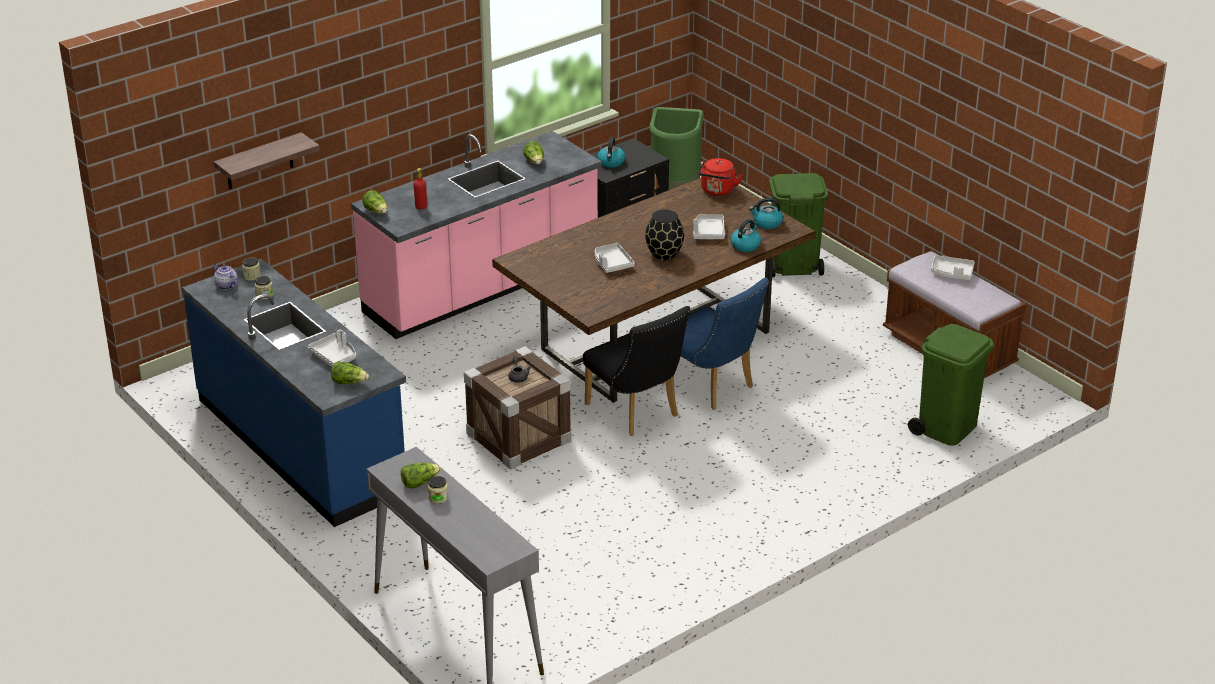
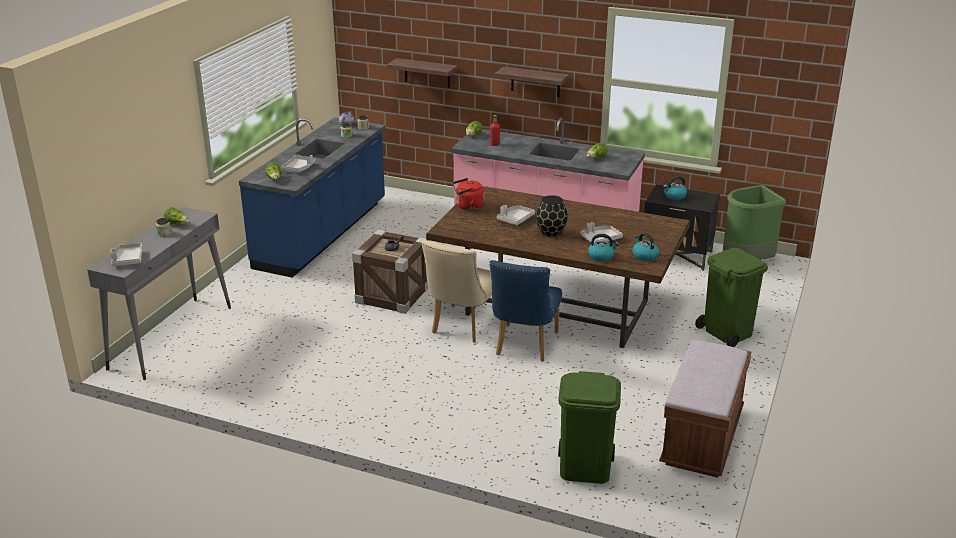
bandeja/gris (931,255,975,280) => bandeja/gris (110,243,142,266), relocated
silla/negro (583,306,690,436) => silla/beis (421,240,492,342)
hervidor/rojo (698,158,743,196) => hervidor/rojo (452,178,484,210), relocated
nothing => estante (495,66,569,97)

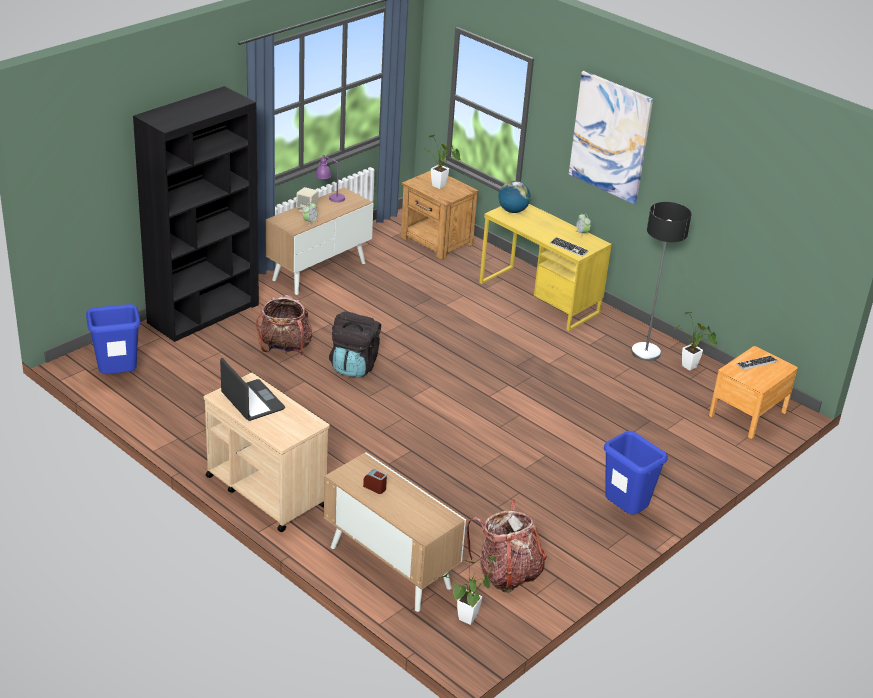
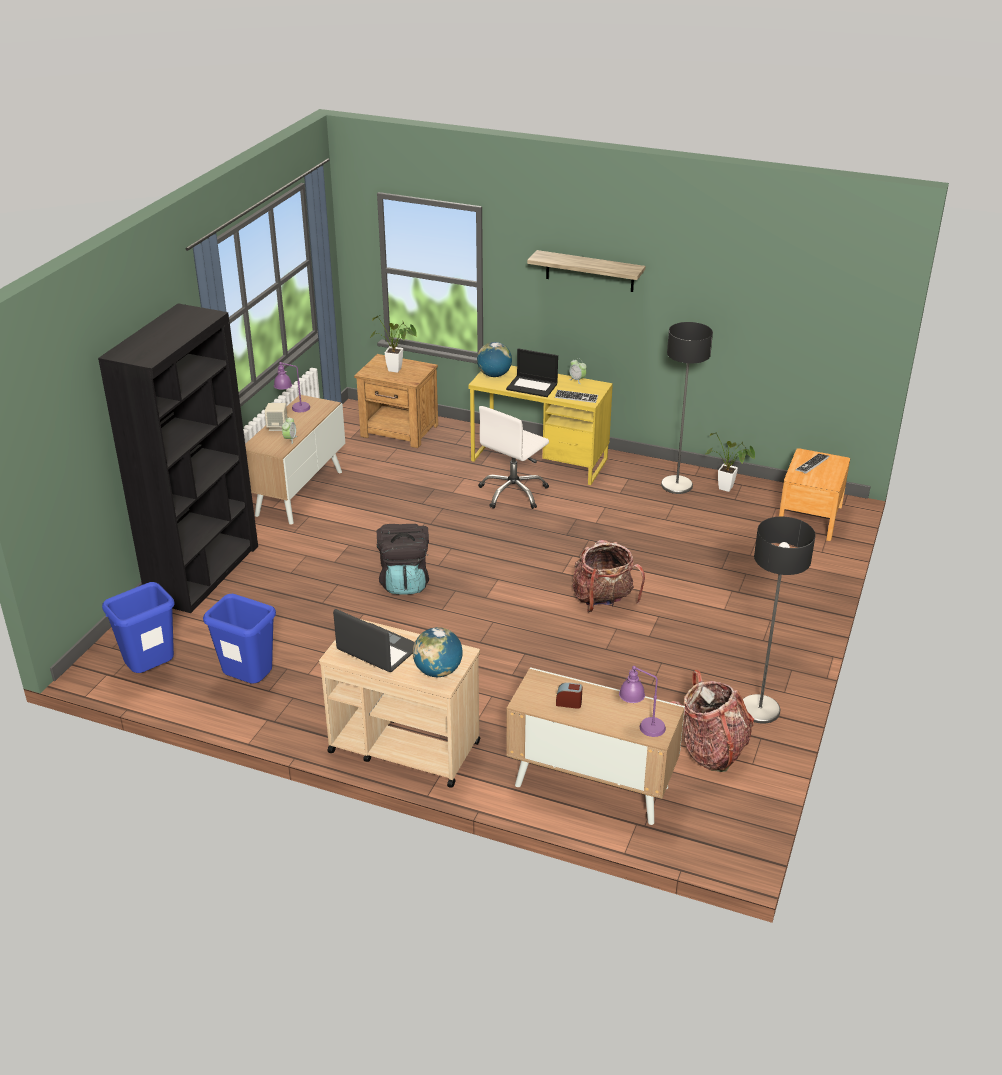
papelera/azul (604,431,668,515) => papelera/azul (203,594,276,684), relocated
nothing => globo terráqueo (413,627,463,677)
nothing => silla de oficina/blanco (478,406,549,509)
nothing => portátil (506,348,558,397)
cuadro (569,71,653,204) => estante (527,250,645,292)
mochila (256,295,312,355) => mochila (573,540,645,612), relocated
nothing => lámpara de mesa/morado (619,666,666,737)
nothing => lámpara de pie (743,517,815,724)
planta en maceta (437,556,496,625) => nothing

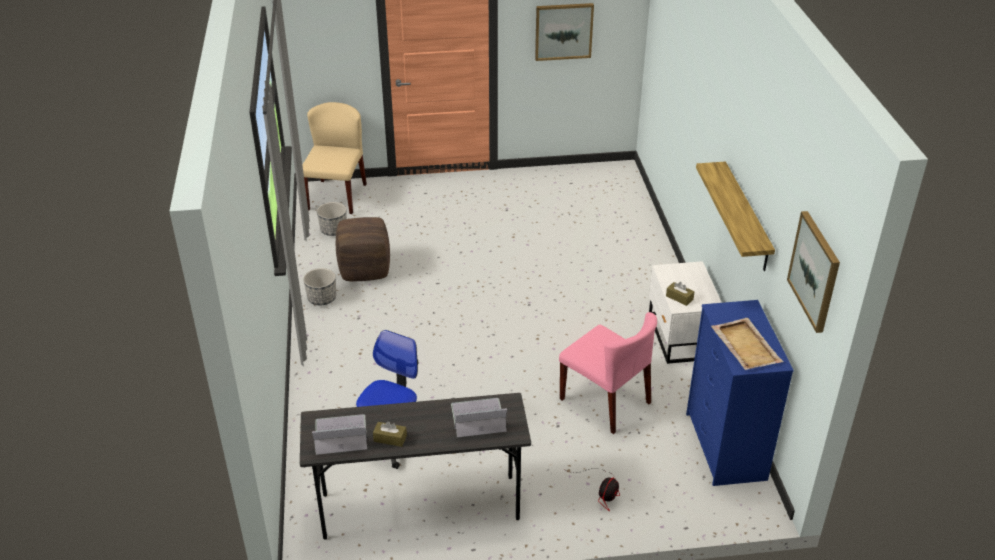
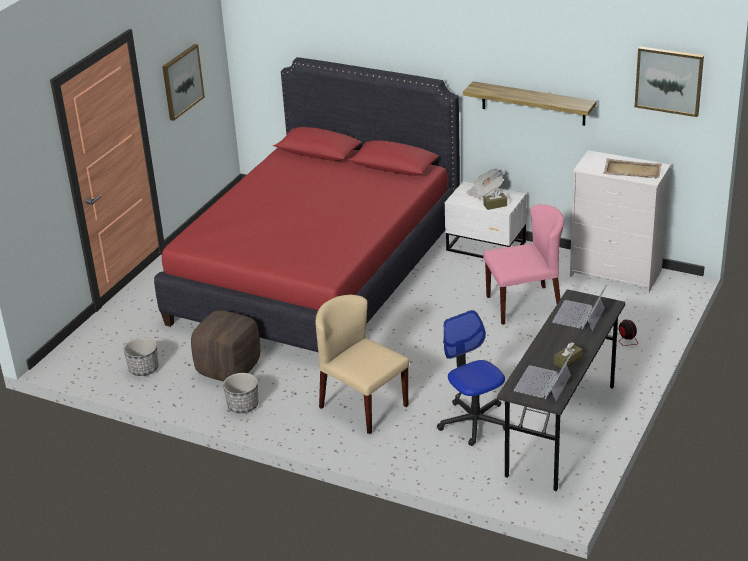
nothing => cama/rojo (154,57,460,352)
silla/beis (302,102,367,214) => silla/beis (316,295,409,434), relocated
nothing => periódico (466,169,504,199)
cómoda/azul (686,300,794,486) => cómoda/blanco (570,150,671,293)

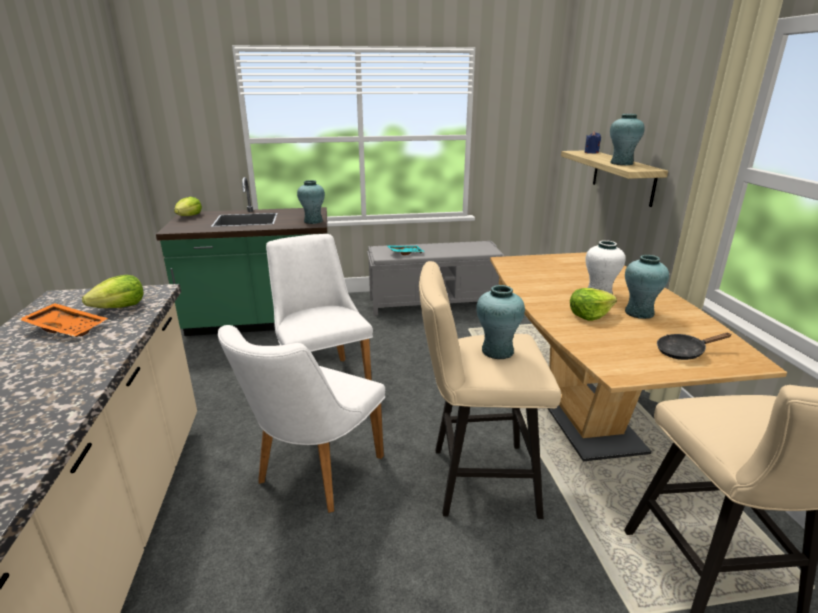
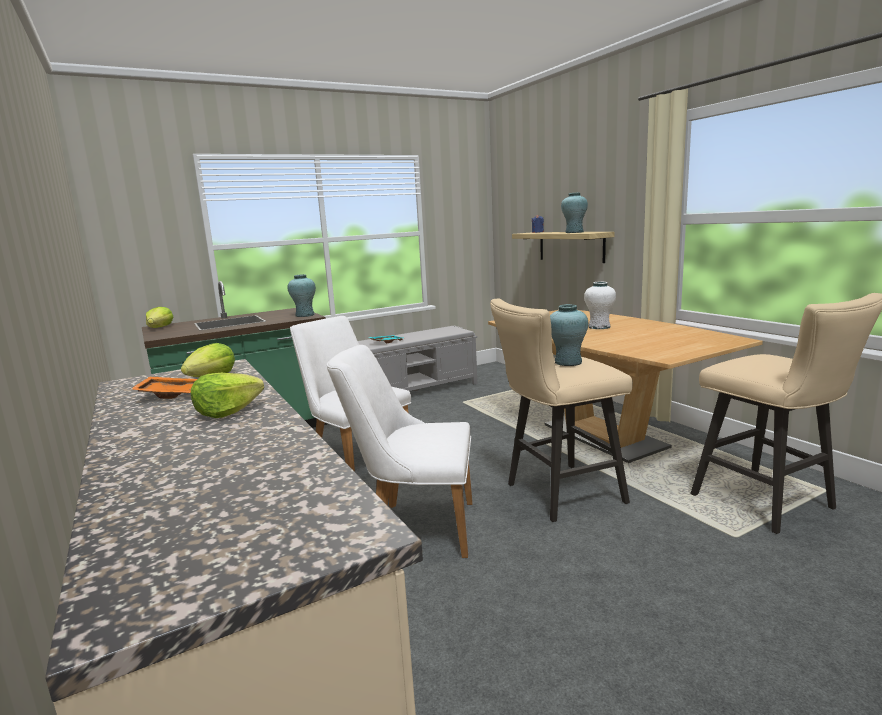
lechuga (570,288,617,321) => lechuga (191,373,264,418), relocated
silla/blanco (218,325,385,513) => silla/blanco (327,345,473,558), 90 degrees clockwise
florero/turquesa (625,255,669,319) => nothing
sartén/negro (657,333,732,360) => nothing

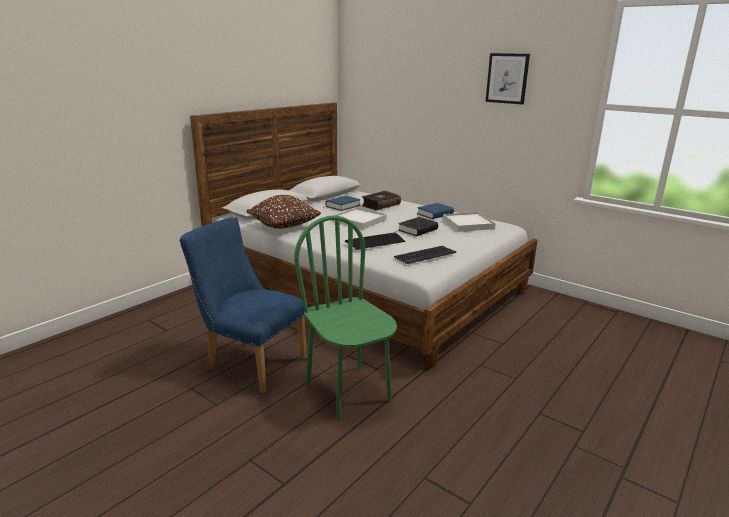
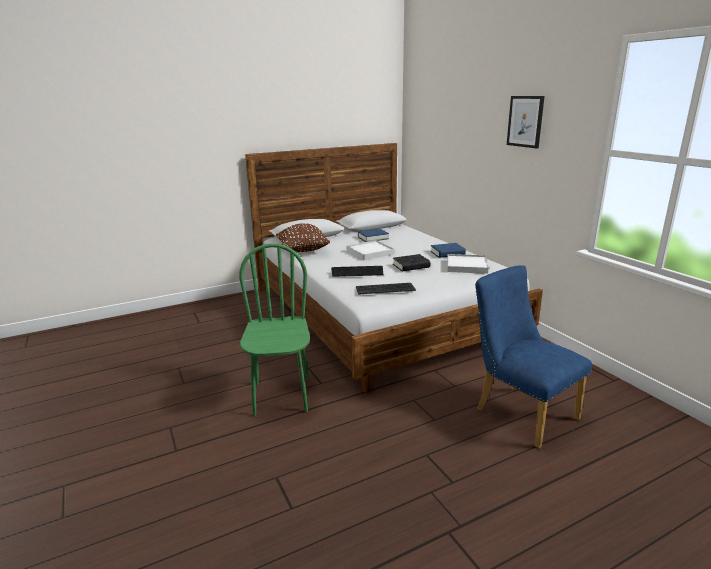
silla/azul (179,217,307,394) => silla/azul (475,265,592,448), relocated
libro (362,191,401,211) => nothing

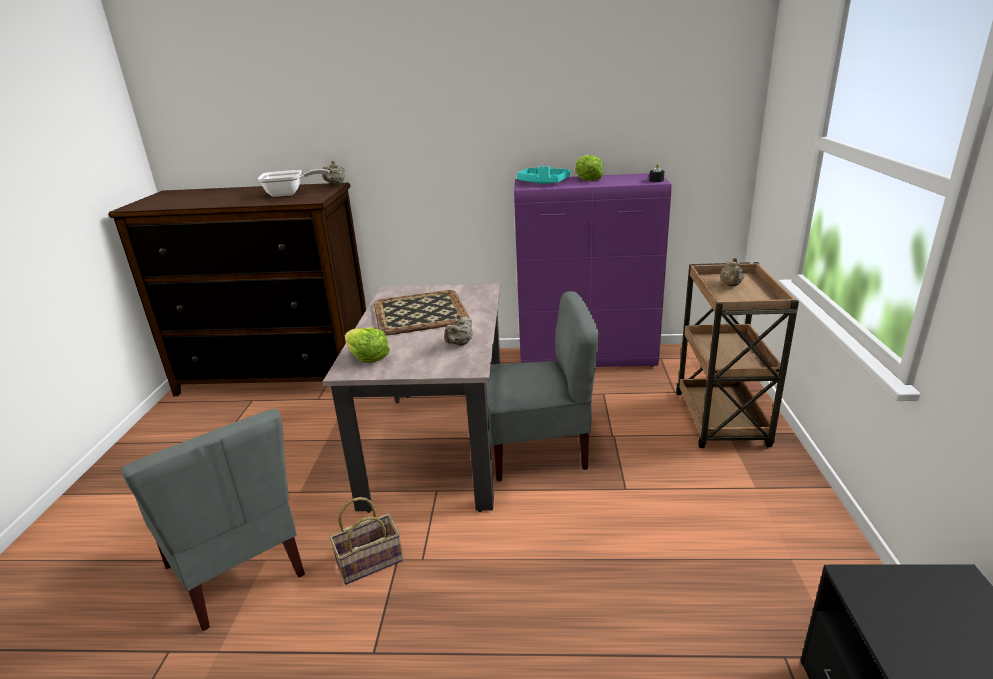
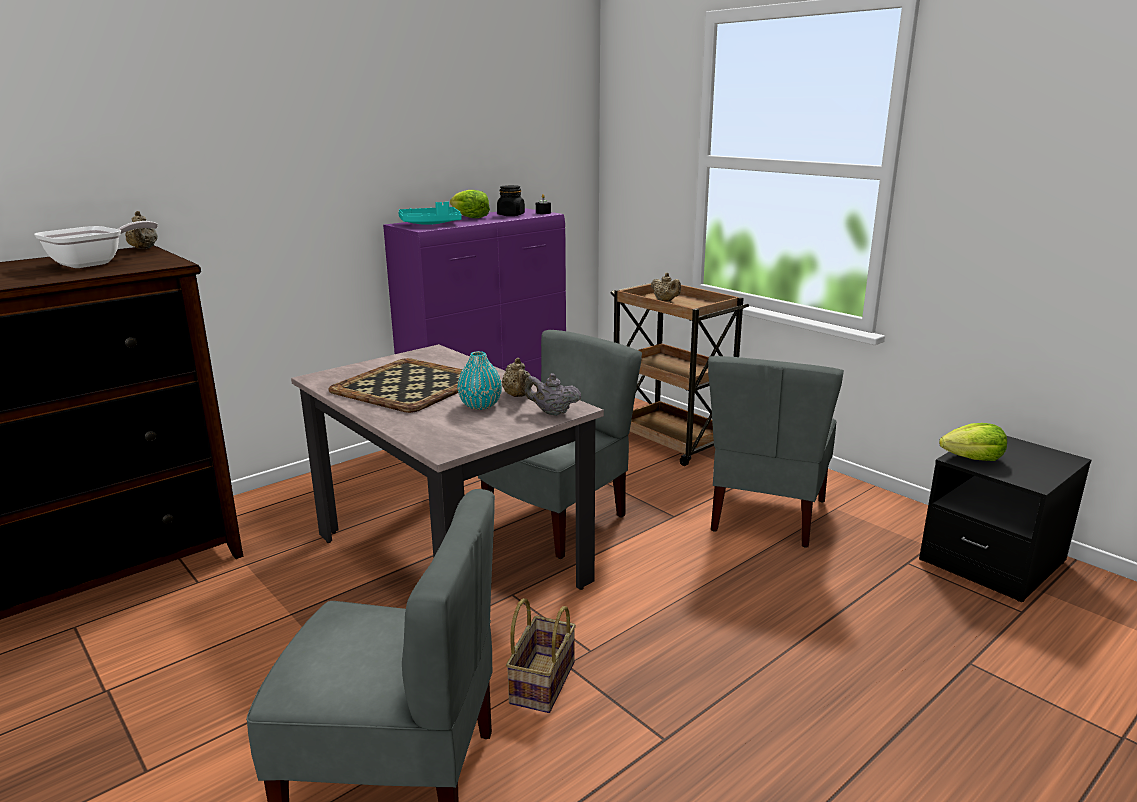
nothing => florero/turquesa (457,351,502,410)
nothing => tarro/negro (497,185,525,216)
nothing => tetera/gris (524,373,581,416)
nothing => silla/gris (708,356,844,548)
lechuga (345,327,390,363) => lechuga (939,423,1007,461), relocated

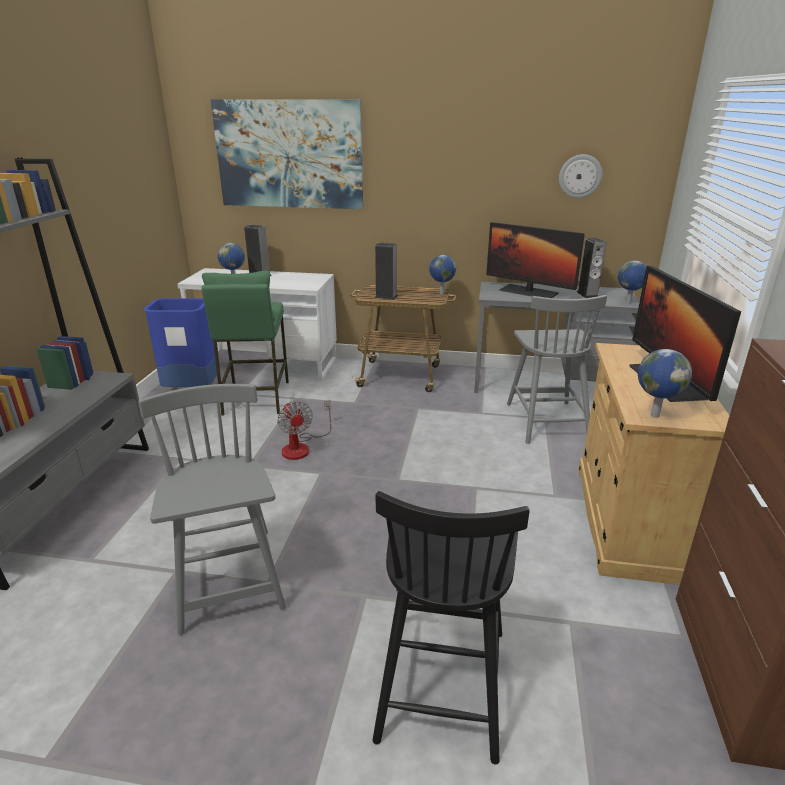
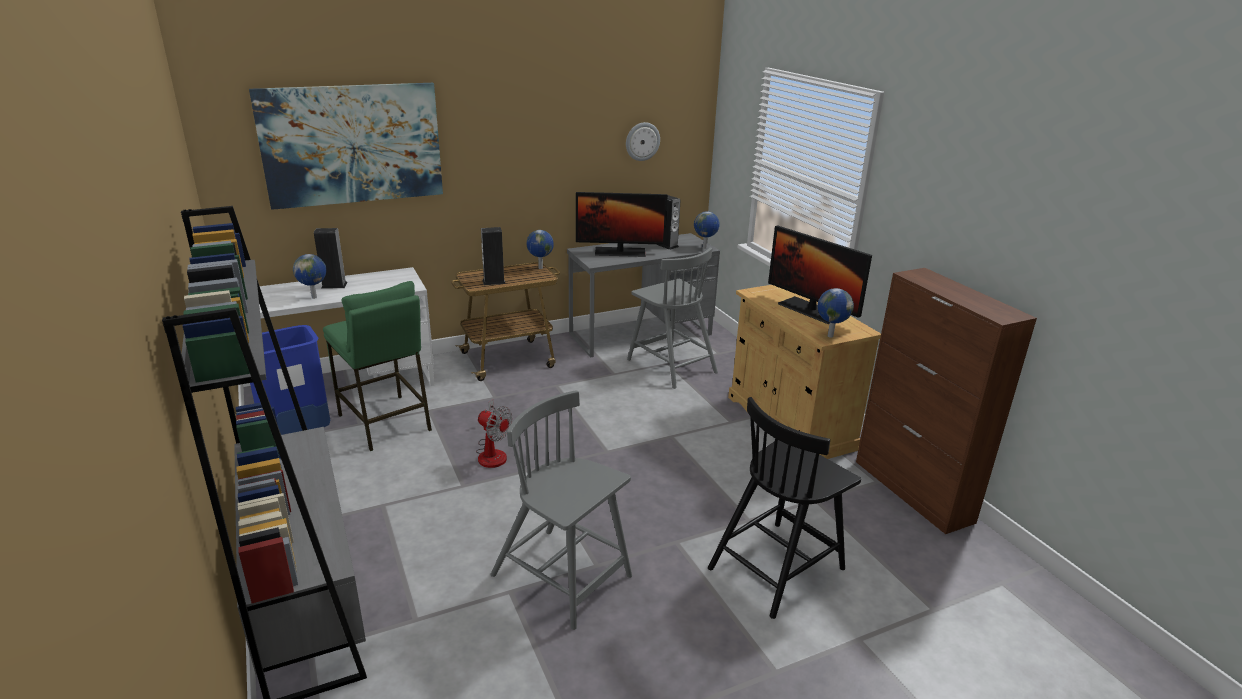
silla/negro (373,491,529,764) => silla/negro (708,397,861,619), 75 degrees clockwise

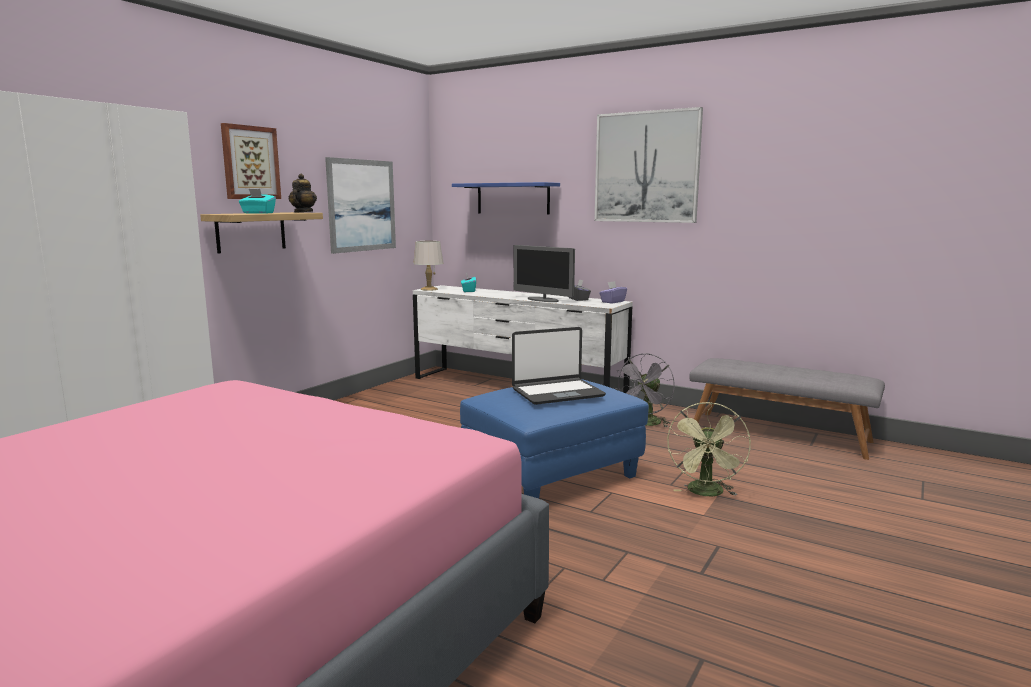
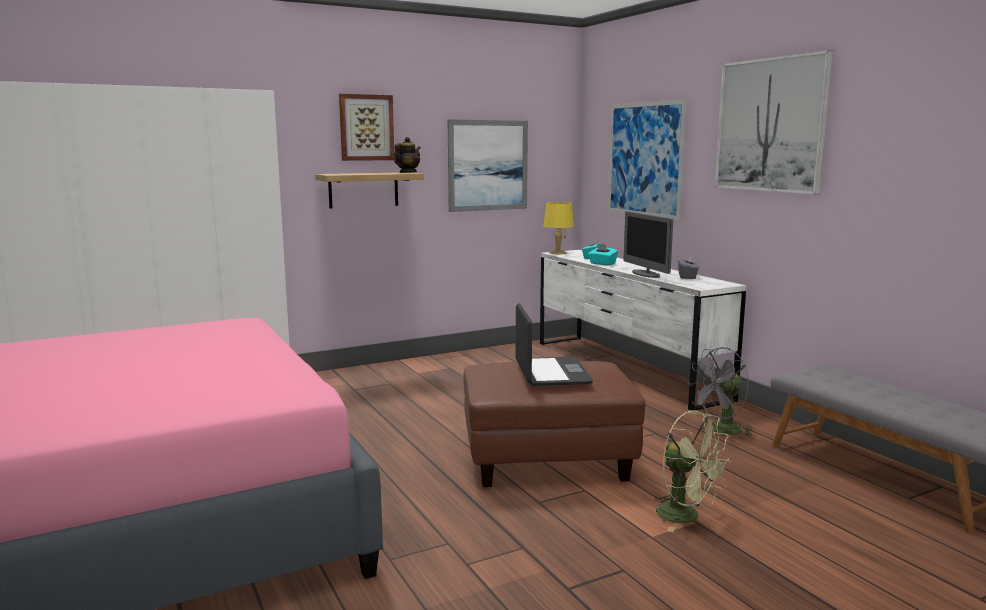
puf/azul (460,379,649,498) => puf/marrón (463,361,646,487)
portátil (512,327,606,405) => portátil (515,303,593,386), 105 degrees counterclockwise
lámpara de mesa/gris (413,241,443,291) => lámpara de mesa/amarillo (543,202,574,254)
caja de pañuelos/turquesa (239,189,276,214) => caja de pañuelos/turquesa (588,244,618,265), relocated
estante/azul (452,182,560,214) => cuadro (608,99,687,221)
ventilador/verde (667,402,751,496) => ventilador/verde (655,411,732,532), 90 degrees counterclockwise
caja de pañuelos/morado (599,281,627,303) => nothing

